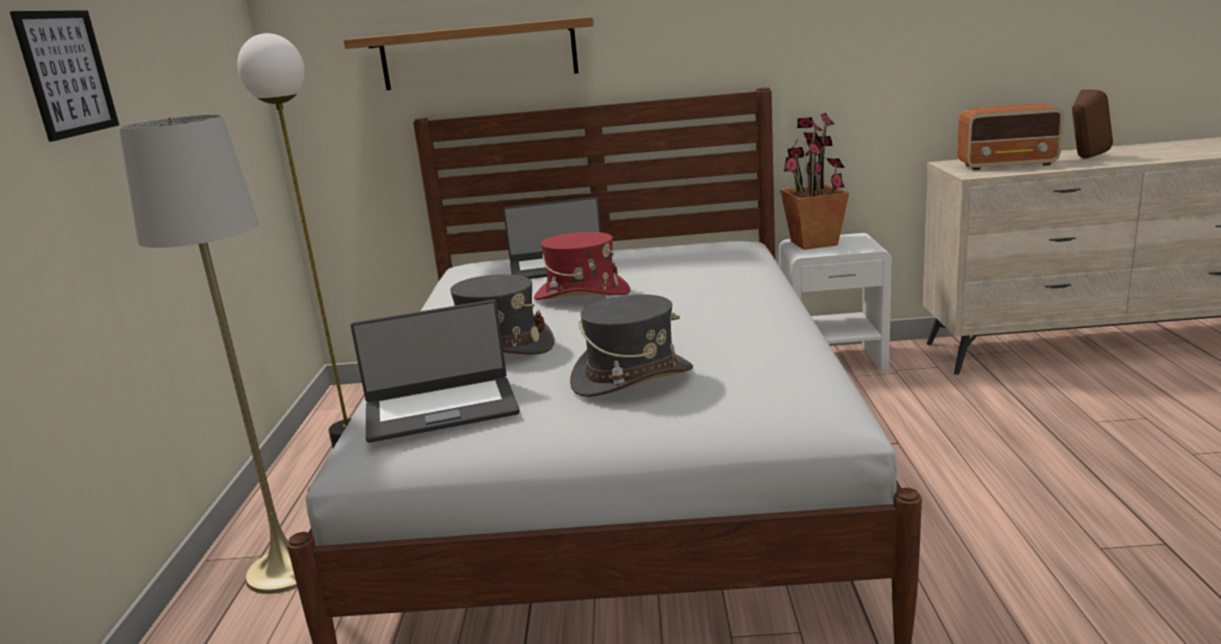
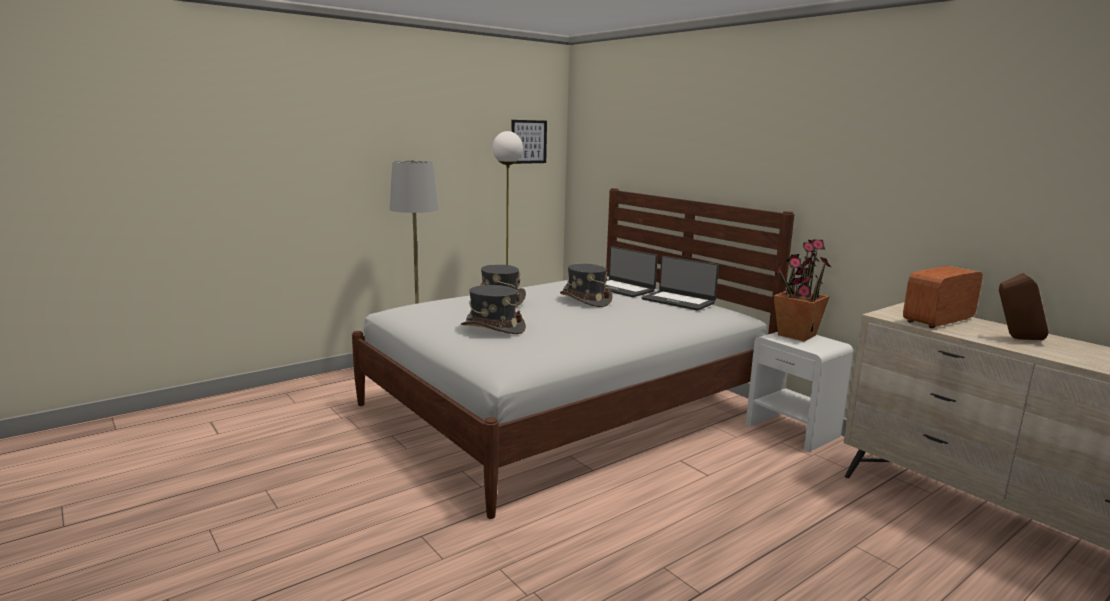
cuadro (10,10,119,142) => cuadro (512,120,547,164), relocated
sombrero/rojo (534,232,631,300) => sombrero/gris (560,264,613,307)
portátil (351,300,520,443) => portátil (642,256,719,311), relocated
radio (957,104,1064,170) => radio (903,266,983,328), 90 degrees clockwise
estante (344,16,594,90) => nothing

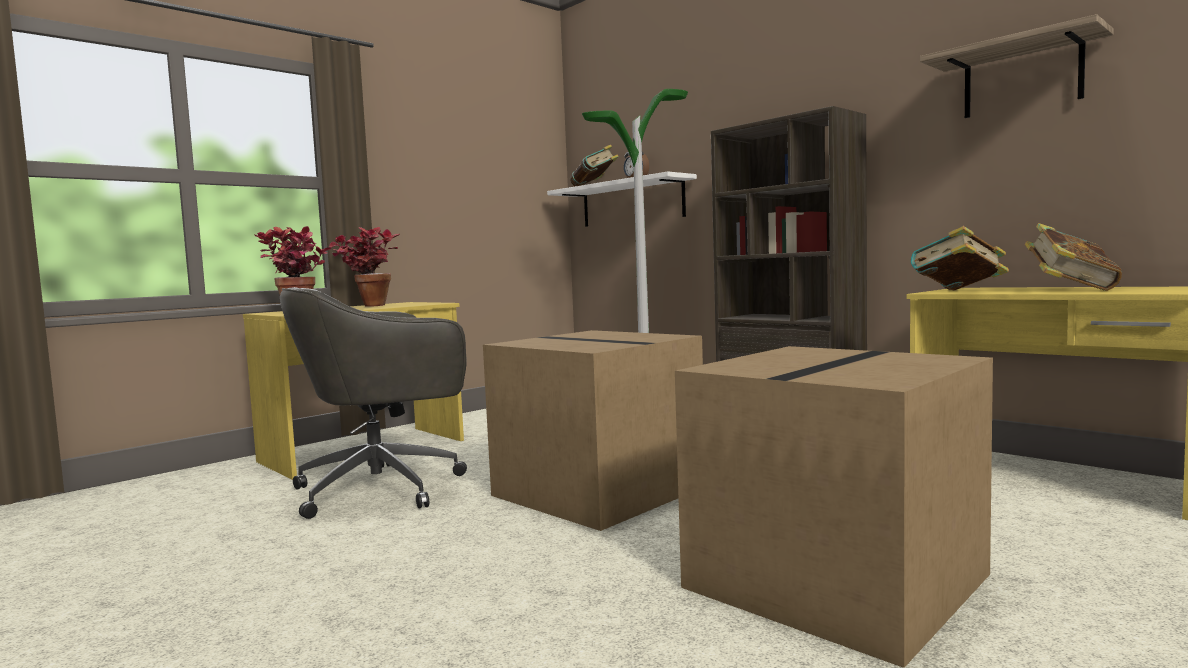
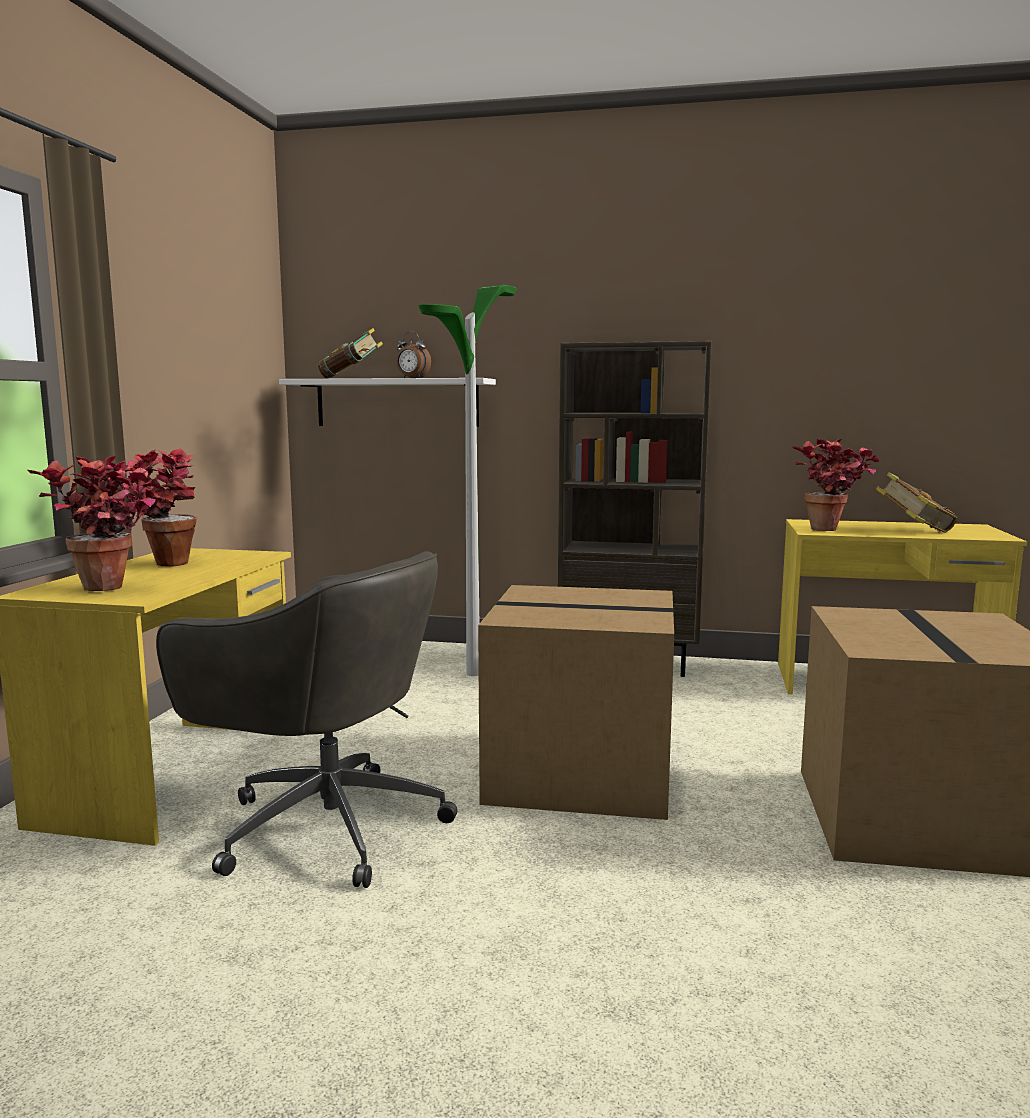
silla de oficina/gris (280,287,467,519) => silla de oficina/gris (156,551,458,888), 90 degrees counterclockwise
libro (911,226,1009,291) => planta en maceta (792,439,879,531)
estante (920,14,1114,118) => nothing

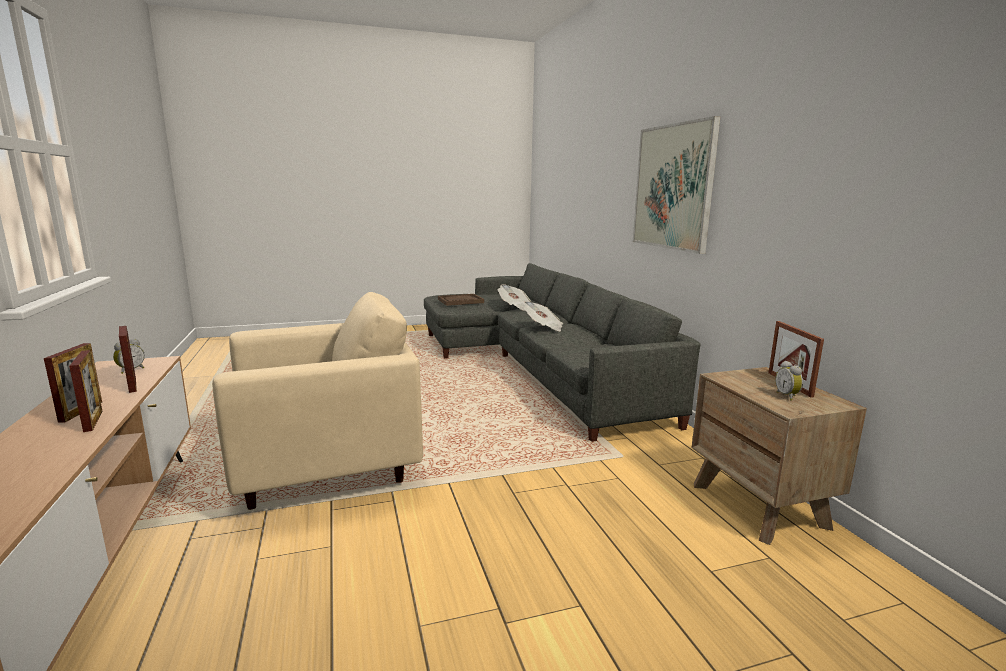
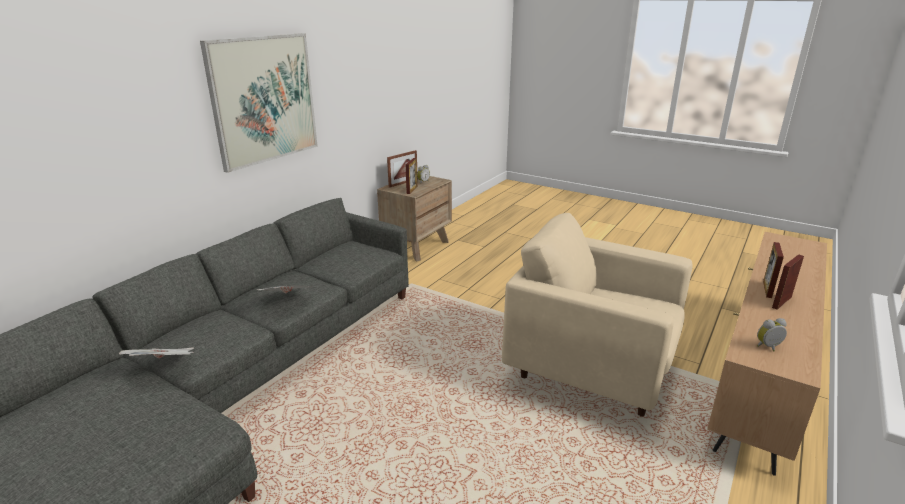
portarretratos (119,326,137,393) => portarretratos (406,158,417,194), relocated
bandeja/marrón (438,294,484,306) => nothing

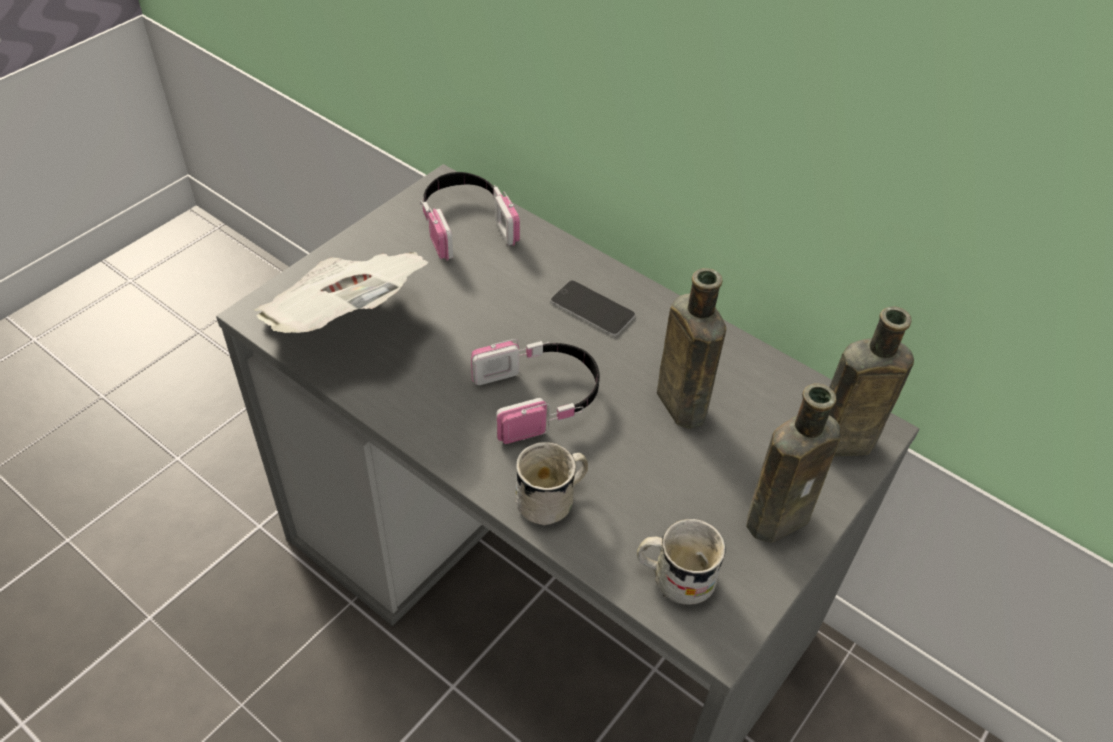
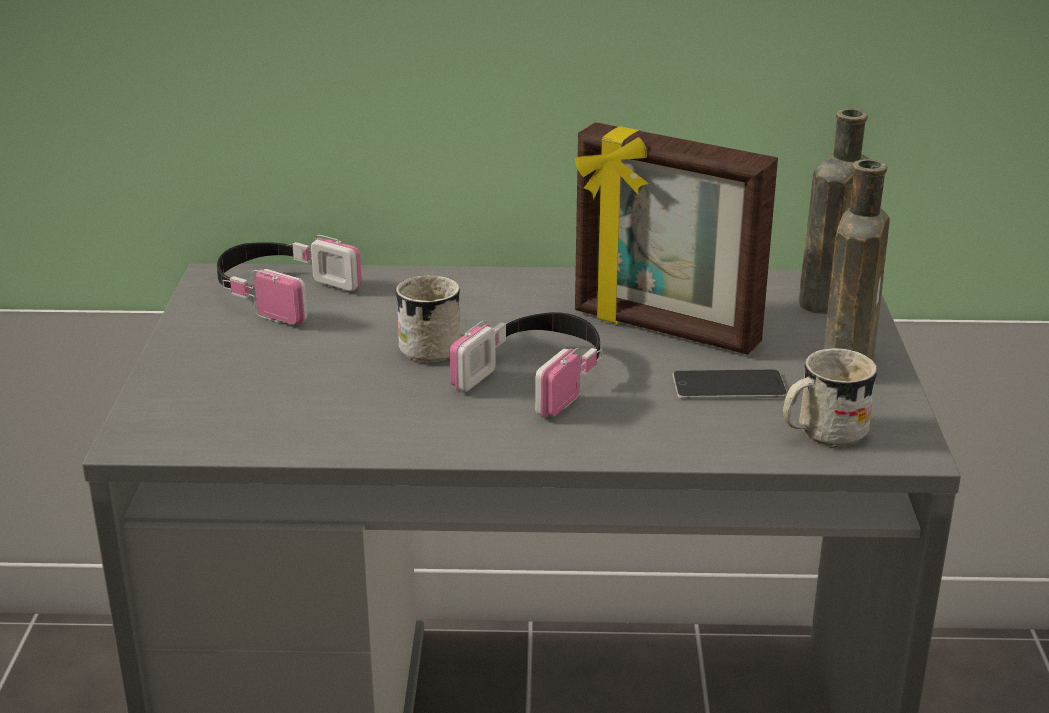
taza grande/blanco (515,442,588,525) => taza grande/blanco (396,275,461,363), relocated
botella/marrón (657,268,726,429) => portarretratos (575,122,778,355)
móvil (550,280,636,336) => móvil (673,369,787,399), relocated
periódico (254,252,428,333) => nothing

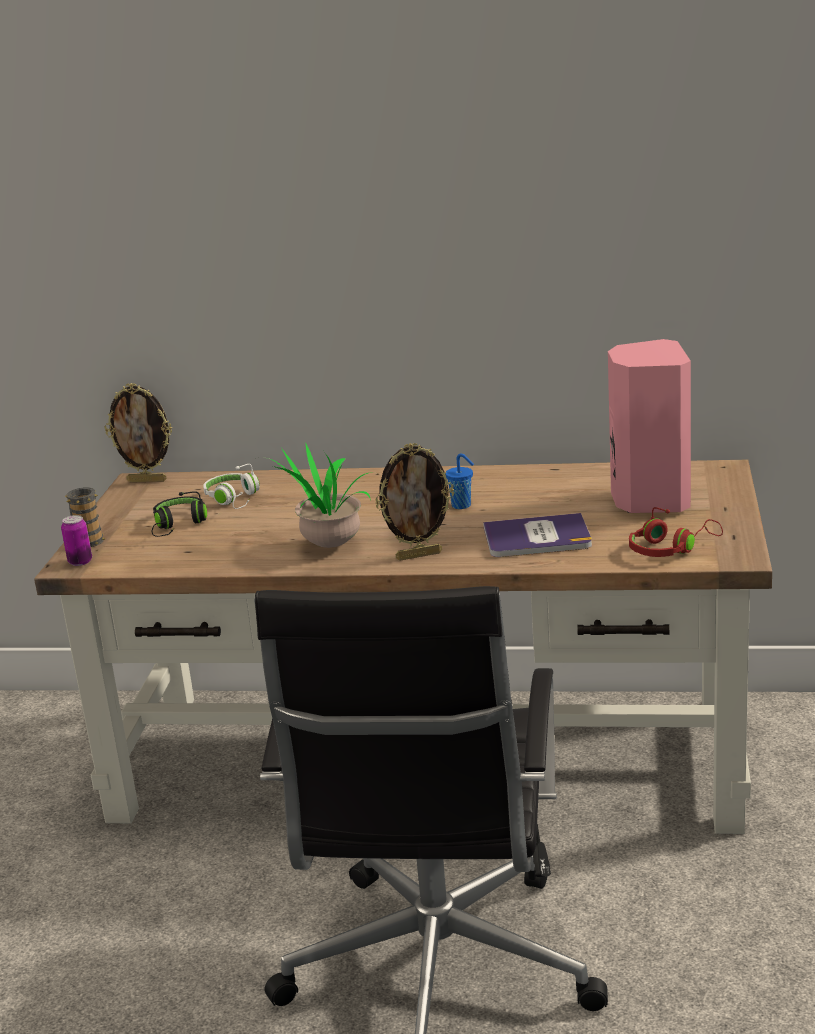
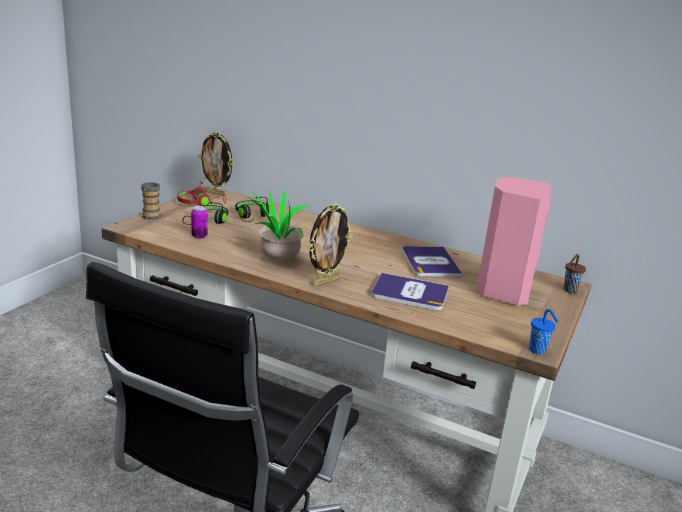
auriculares/rojo (629,507,723,557) => auriculares/rojo (177,180,226,206), relocated
lata (61,515,92,566) => lata (191,206,208,239), relocated
auriculares/blanco (203,464,260,509) => auriculares/negro (235,197,270,222)
portarretratos (375,443,454,561) => portarretratos (308,203,352,286), 45 degrees counterclockwise
nothing => libro (402,246,462,277)
taza/azul (446,453,474,509) => taza/azul (529,309,559,355), relocated
nothing => taza/marrón (563,254,586,293)

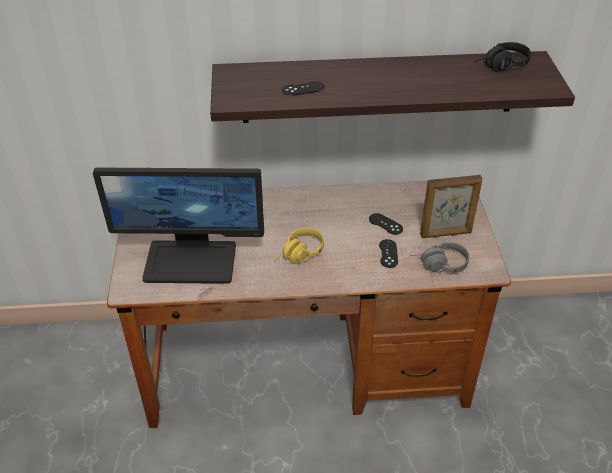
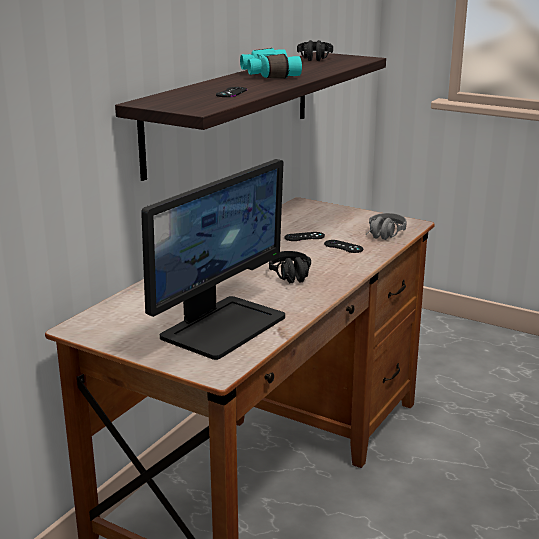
nothing => prismáticos/turquesa (240,48,302,79)
auriculares/amarillo (273,228,324,264) => auriculares/negro (269,251,311,283)
portarretratos (420,175,483,238) => nothing

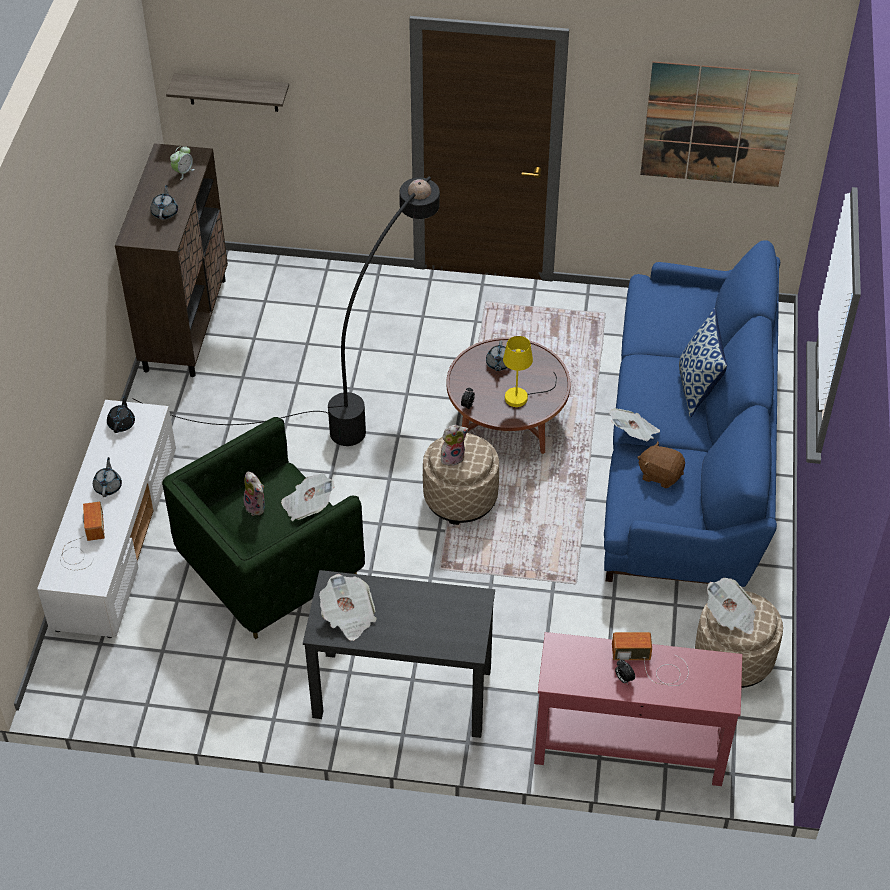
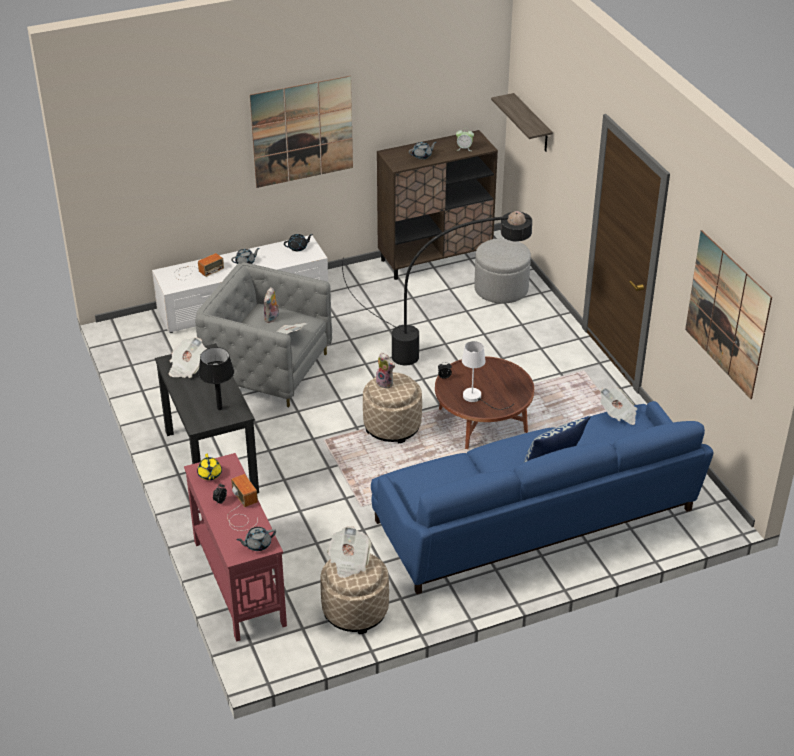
sillón/verde (162,417,365,639) => sillón/gris (195,262,332,407)
nothing => tetera/amarillo (197,454,222,480)
nothing => lámpara de mesa/negro (198,347,234,411)
tetera/gris (486,340,508,371) => tetera/gris (236,527,276,551), relocated
nothing => cuadro (250,76,353,188)
lámpara de mesa/amarillo (503,336,557,407) => lámpara de mesa/blanco (462,341,514,410)
nothing => puf/gris (474,238,531,304)
periódico (609,408,660,441) => periódico (600,387,637,425), relocated
peluche/marrón (637,441,685,488) => nothing

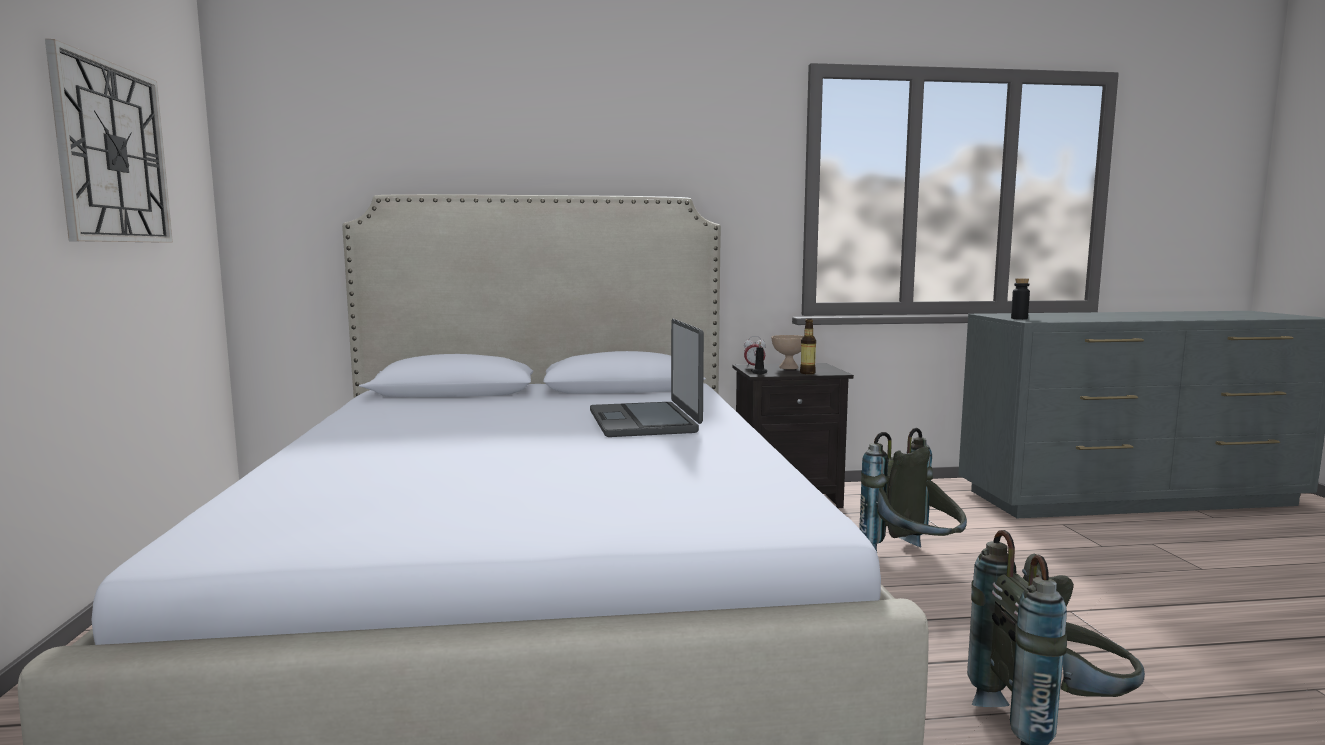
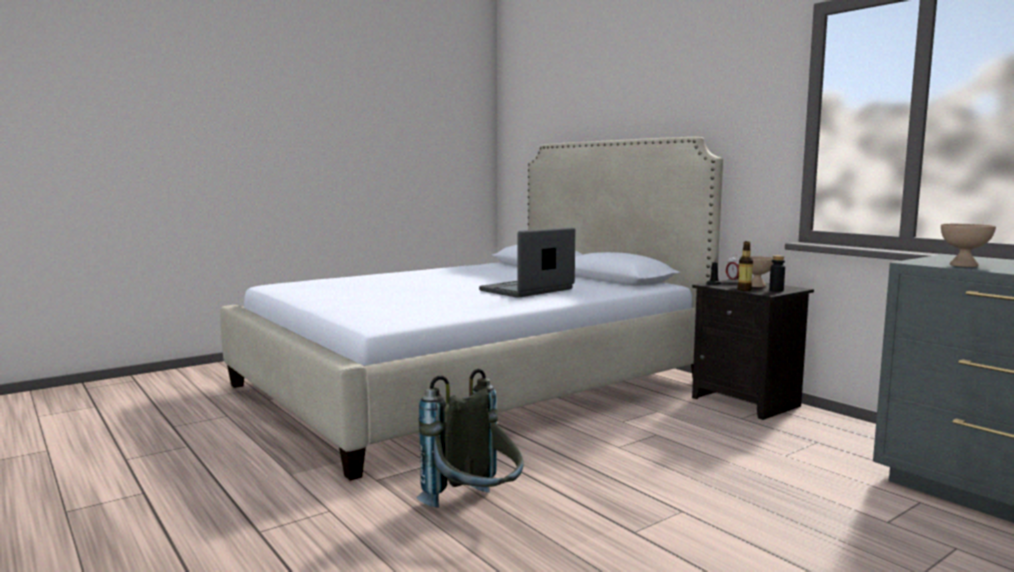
botella/negro (1011,278,1030,319) => botella/negro (769,255,785,292), relocated
nothing => cuenco/beis (941,224,996,267)
reloj de pared (45,39,173,243) => nothing
mochila/gris (859,428,967,551) => nothing

